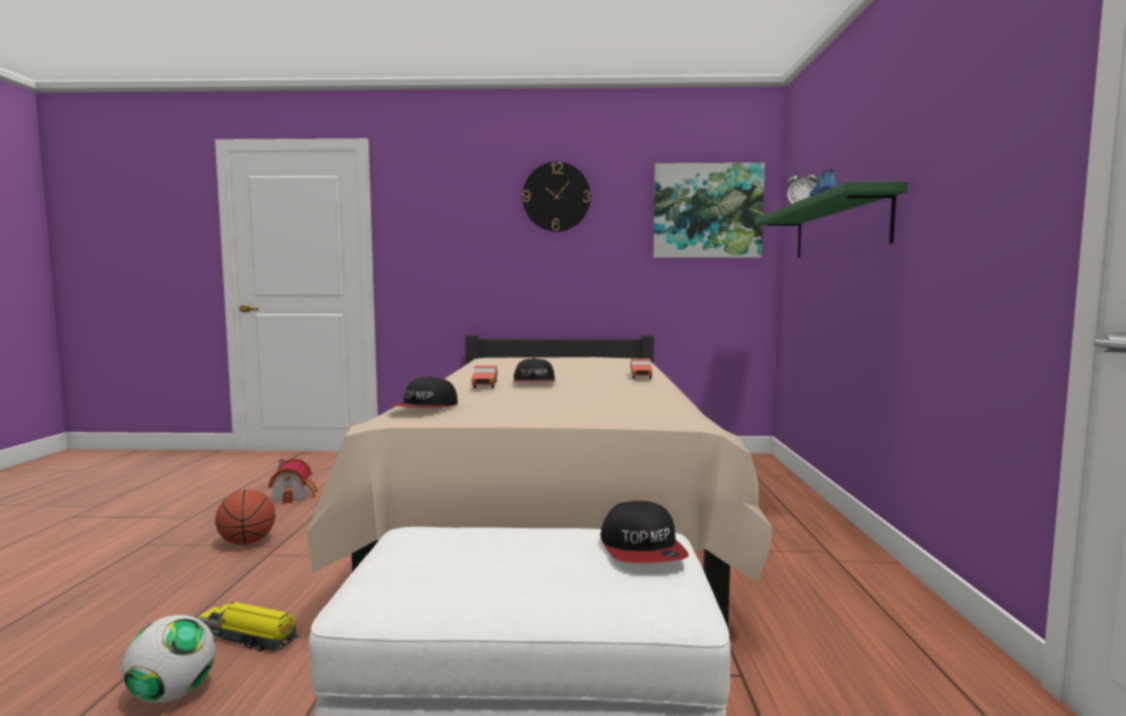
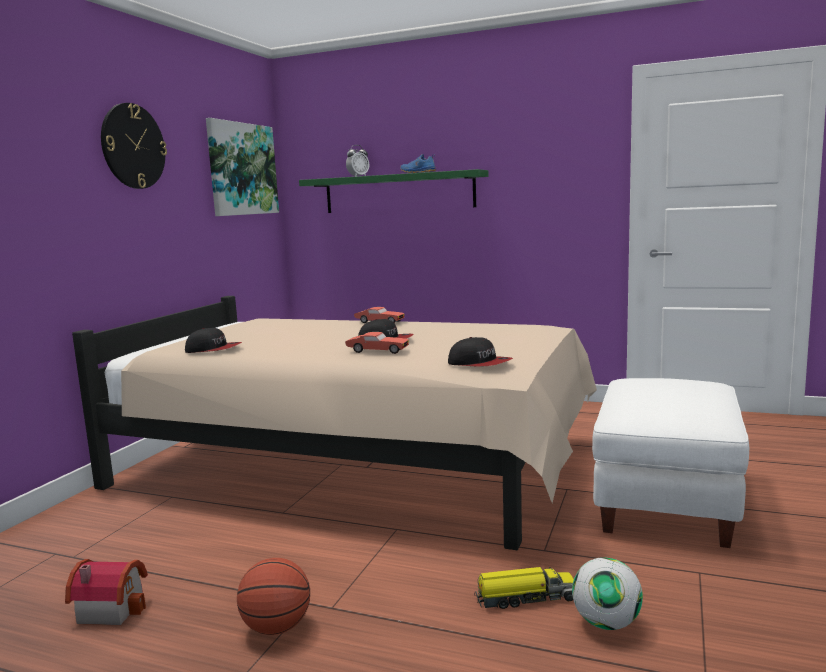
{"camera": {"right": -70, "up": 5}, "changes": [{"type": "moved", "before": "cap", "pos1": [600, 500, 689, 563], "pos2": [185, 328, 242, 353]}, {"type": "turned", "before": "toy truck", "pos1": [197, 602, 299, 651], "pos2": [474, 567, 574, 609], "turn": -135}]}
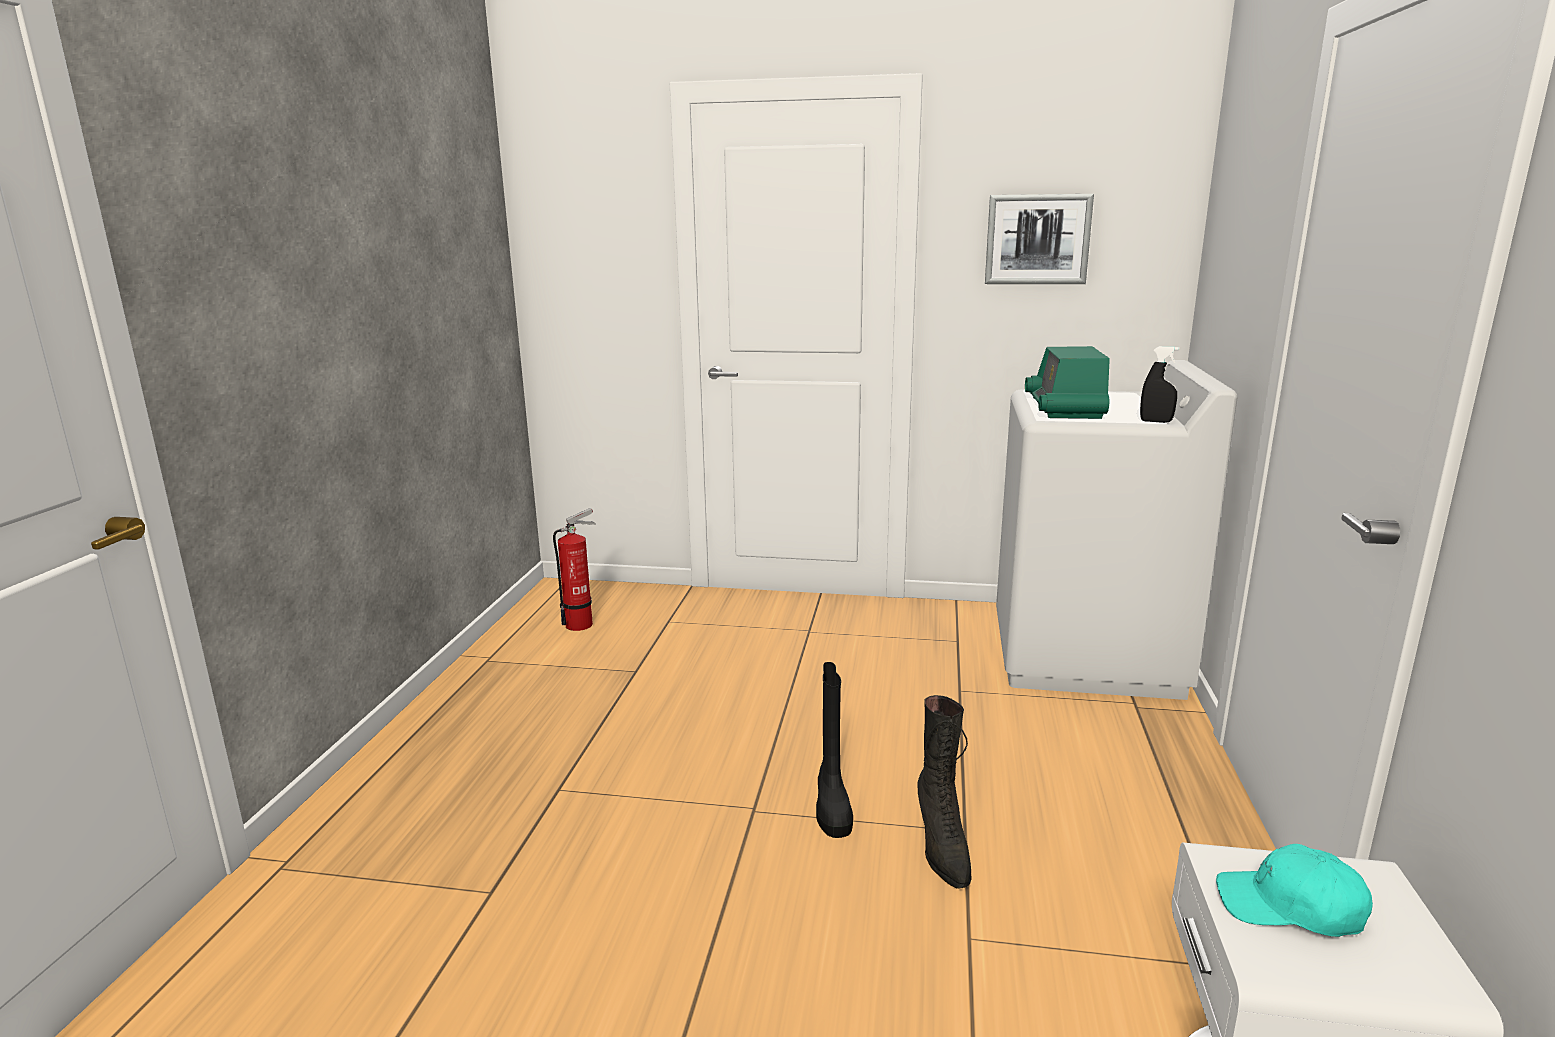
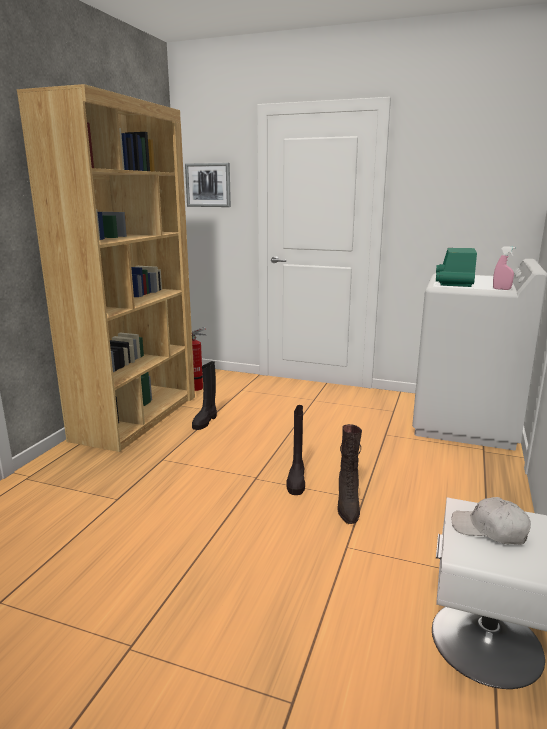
{"camera": {"right": 10, "up": 0}, "changes": [{"type": "moved", "before": "picture", "pos1": [985, 194, 1094, 284], "pos2": [185, 163, 231, 207]}, {"type": "recoloured", "before": "black spray bottle", "after": "pink spray bottle", "pos1": [1140, 346, 1179, 423], "pos2": [493, 246, 515, 290]}, {"type": "recoloured", "before": "turquoise cap", "after": "white cap", "pos1": [1216, 844, 1373, 937], "pos2": [451, 497, 531, 545]}, {"type": "added", "after": "brown bookcase", "pos2": [17, 84, 195, 452]}, {"type": "added", "after": "black boot", "pos2": [192, 361, 217, 430]}]}
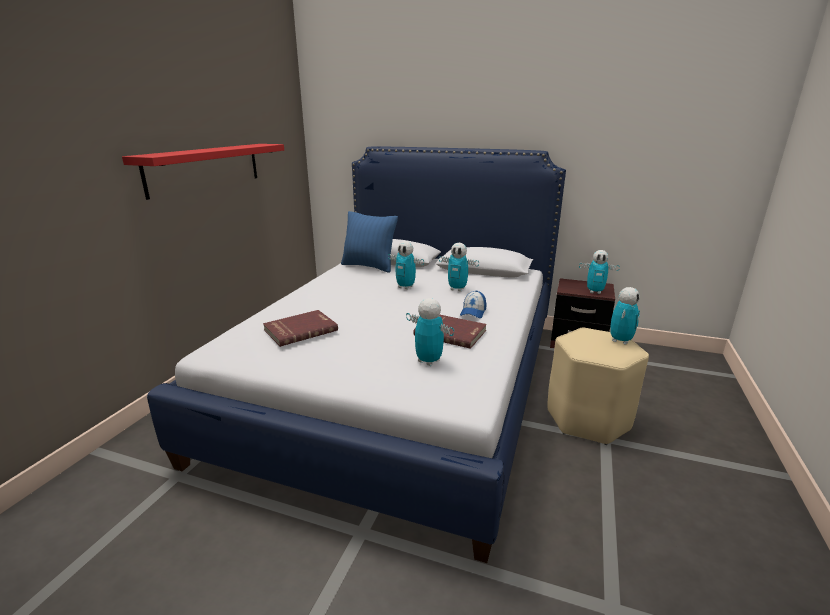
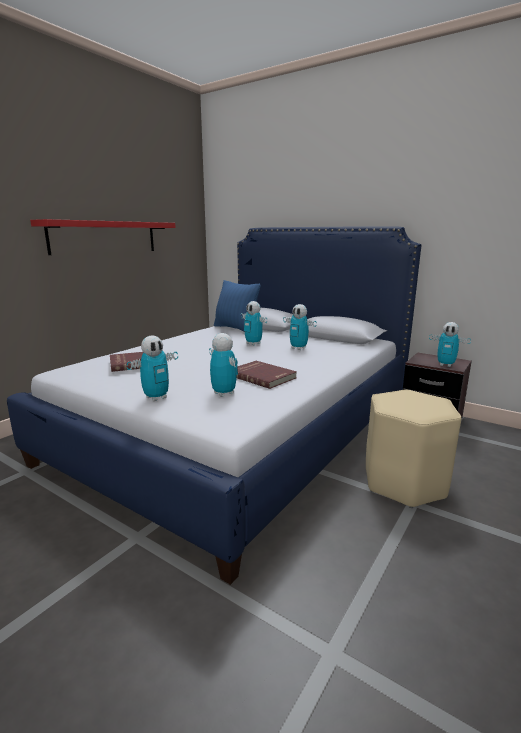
{"camera": {"right": 15, "up": -5}, "changes": [{"type": "moved", "before": "toy robot", "pos1": [610, 287, 640, 345], "pos2": [127, 336, 178, 401]}, {"type": "removed", "before": "cap", "pos1": [460, 290, 487, 318]}]}
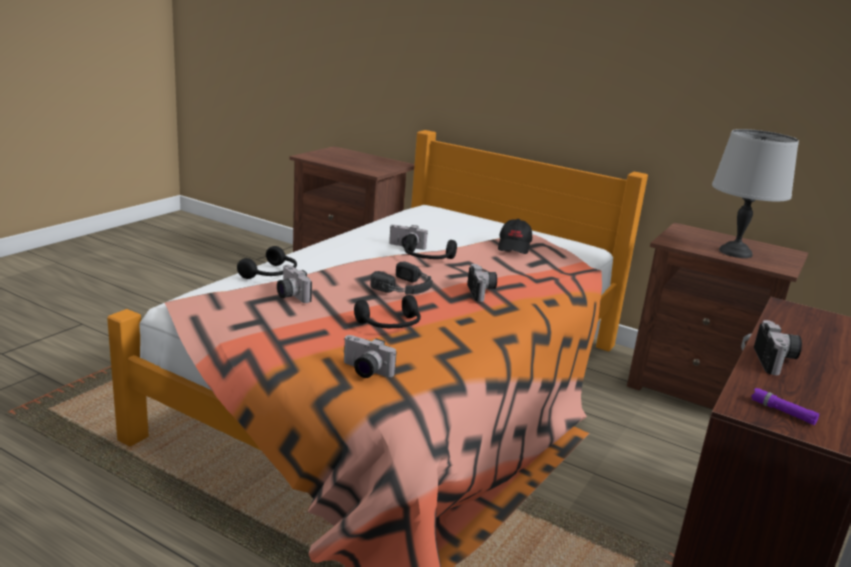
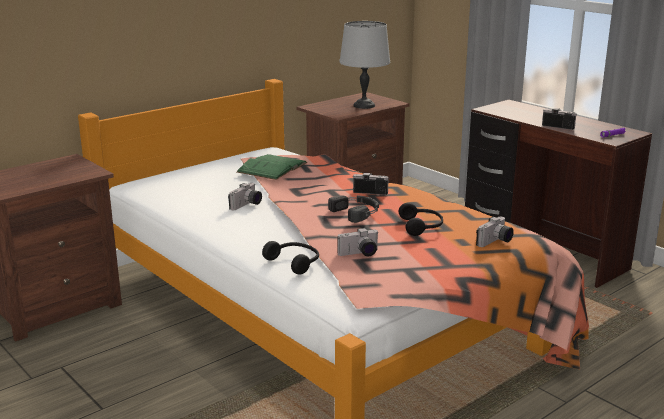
{"camera": {"right": -70, "up": 0}, "changes": [{"type": "replaced", "before": "black cap", "after": "green book", "pos1": [498, 219, 532, 254], "pos2": [237, 154, 307, 180]}, {"type": "removed", "before": "black headphones", "pos1": [404, 234, 457, 259]}]}
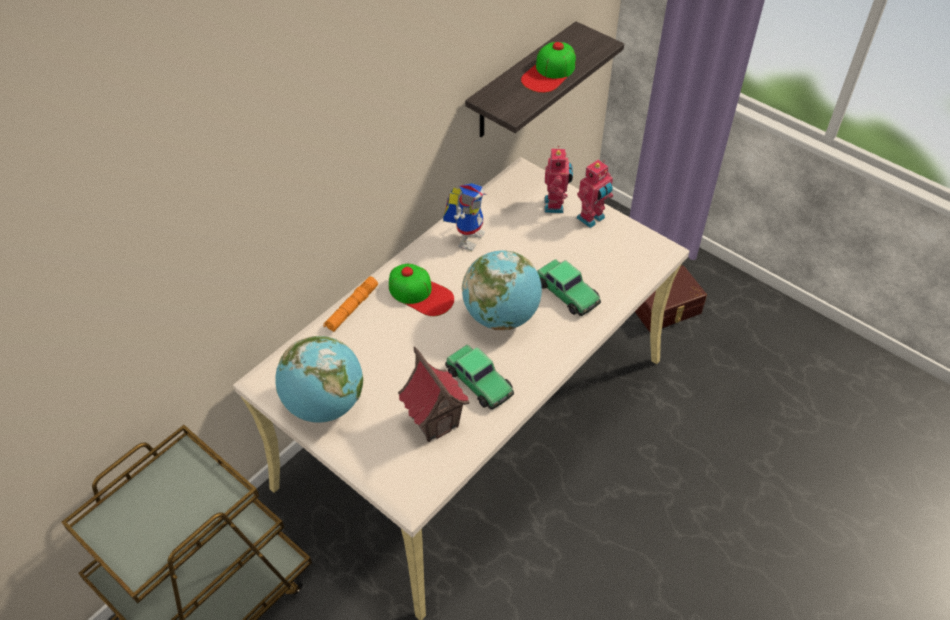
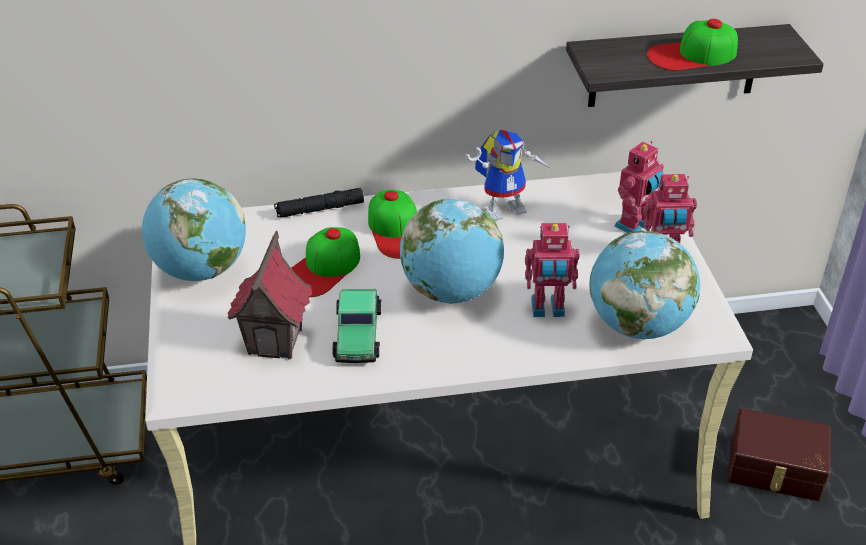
{"camera": {"right": 40, "up": -10}, "changes": [{"type": "replaced", "before": "toy car", "after": "toy robot", "pos1": [537, 259, 601, 316], "pos2": [525, 223, 580, 317]}, {"type": "recoloured", "before": "orange flashlight", "after": "black flashlight", "pos1": [323, 276, 378, 332], "pos2": [274, 188, 364, 217]}, {"type": "added", "after": "cap", "pos2": [291, 227, 360, 297]}, {"type": "added", "after": "globe", "pos2": [590, 231, 700, 339]}]}
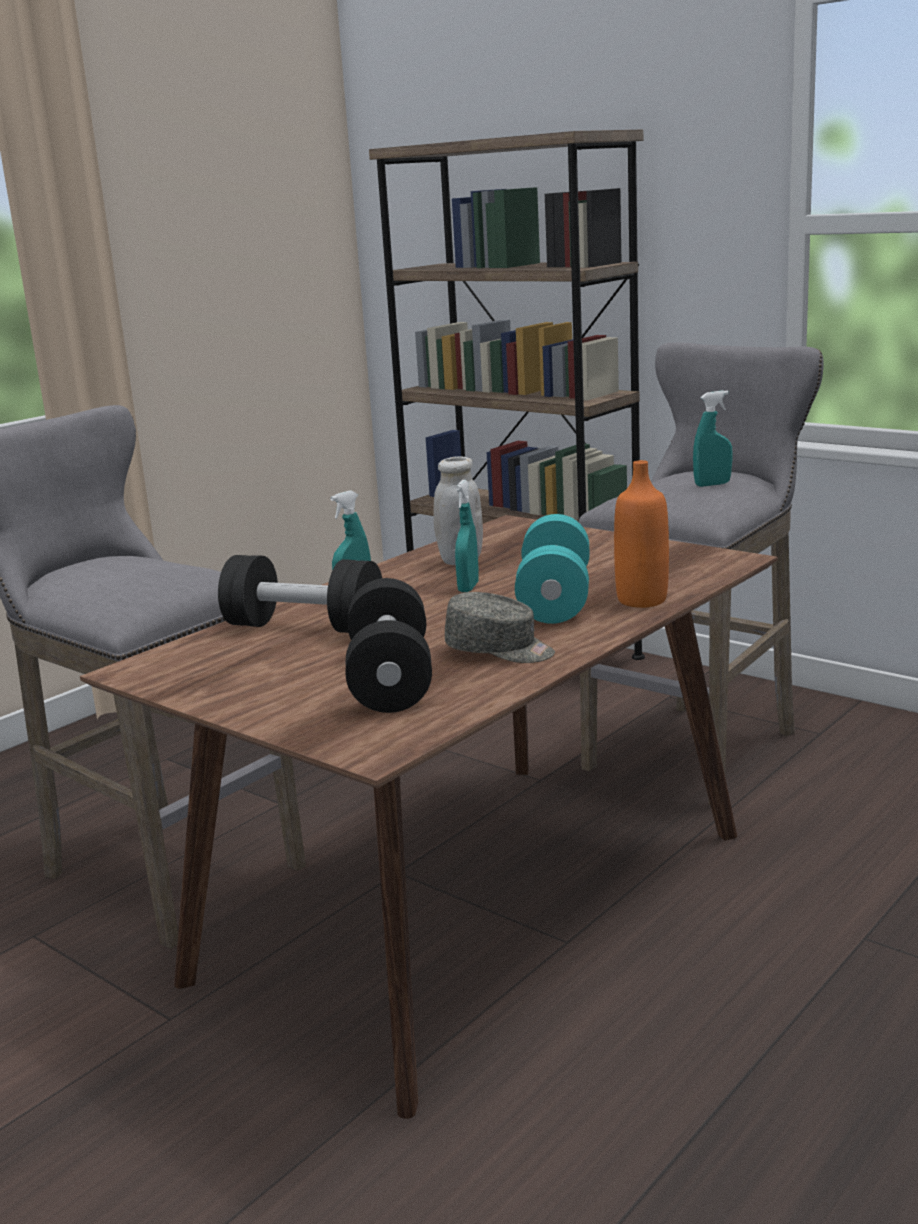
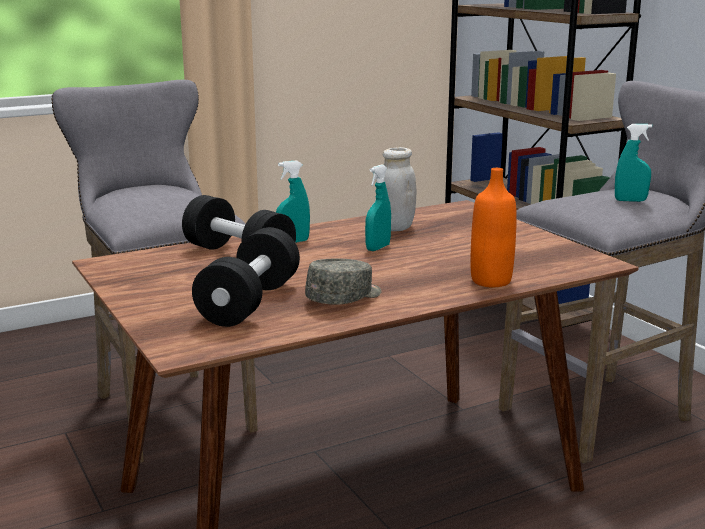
{"camera": {"right": 20, "up": 0}, "changes": [{"type": "removed", "before": "turquoise dumbbell", "pos1": [515, 514, 590, 624]}, {"type": "turned", "before": "grey cap", "pos1": [445, 592, 555, 663], "pos2": [305, 258, 381, 305], "turn": -90}]}
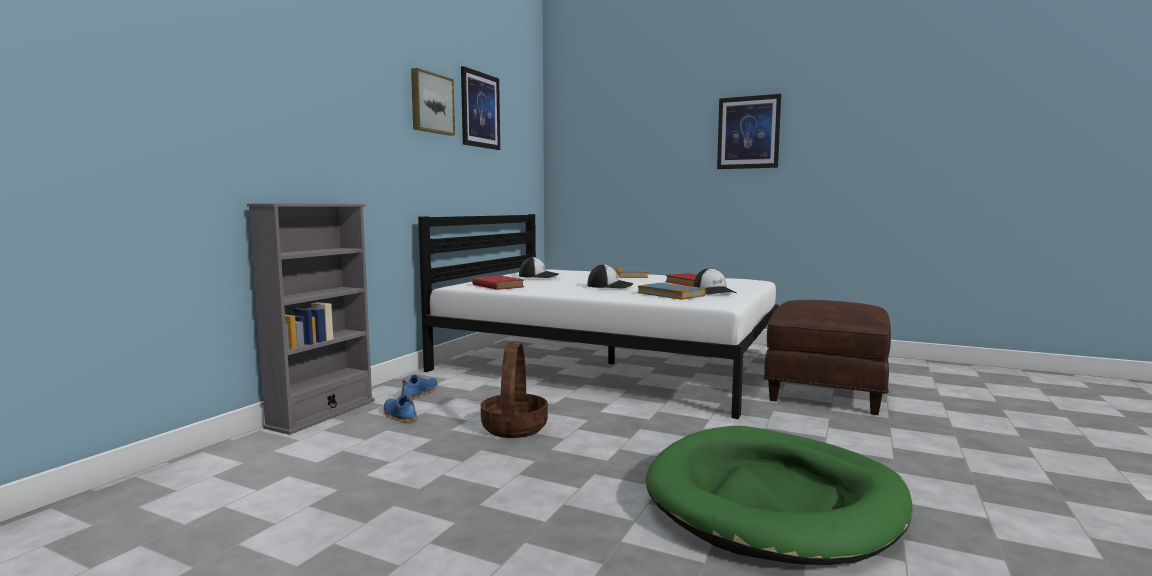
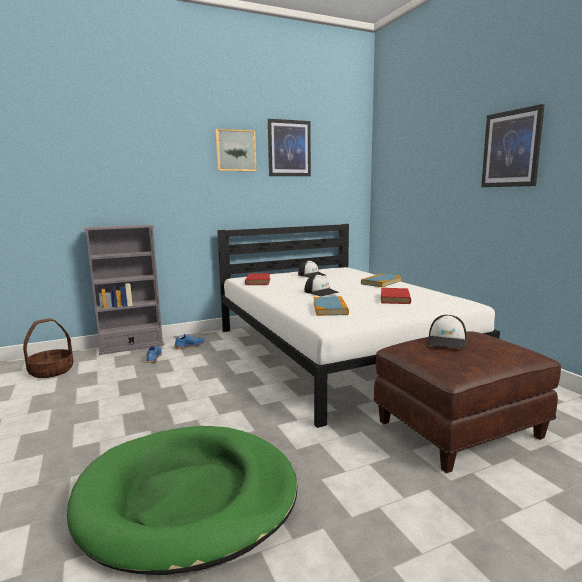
{"camera": {"right": 40, "up": 5}, "changes": [{"type": "moved", "before": "cap", "pos1": [693, 268, 737, 295], "pos2": [428, 315, 467, 349]}, {"type": "moved", "before": "basket", "pos1": [481, 342, 548, 438], "pos2": [23, 318, 73, 378]}]}
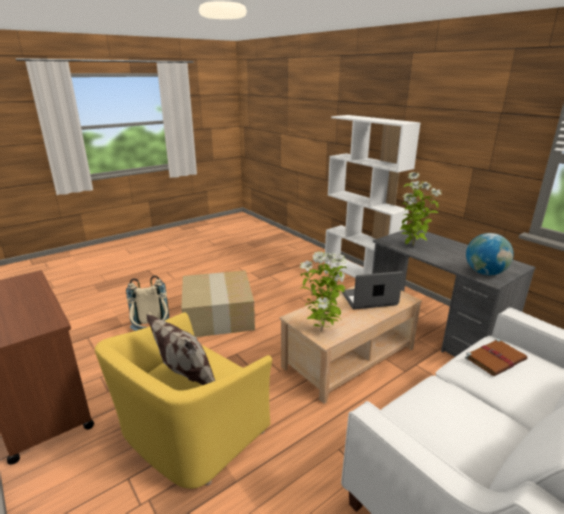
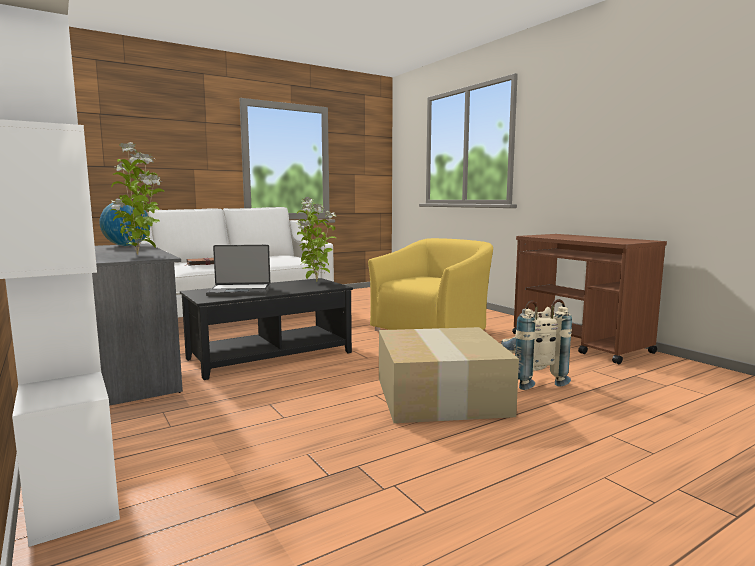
{"camera": {"right": -175, "up": -15}, "changes": [{"type": "recoloured", "before": "beige coffee table", "after": "black coffee table", "pos1": [280, 286, 422, 404], "pos2": [180, 278, 353, 380]}, {"type": "removed", "before": "pillow", "pos1": [147, 314, 215, 385]}]}
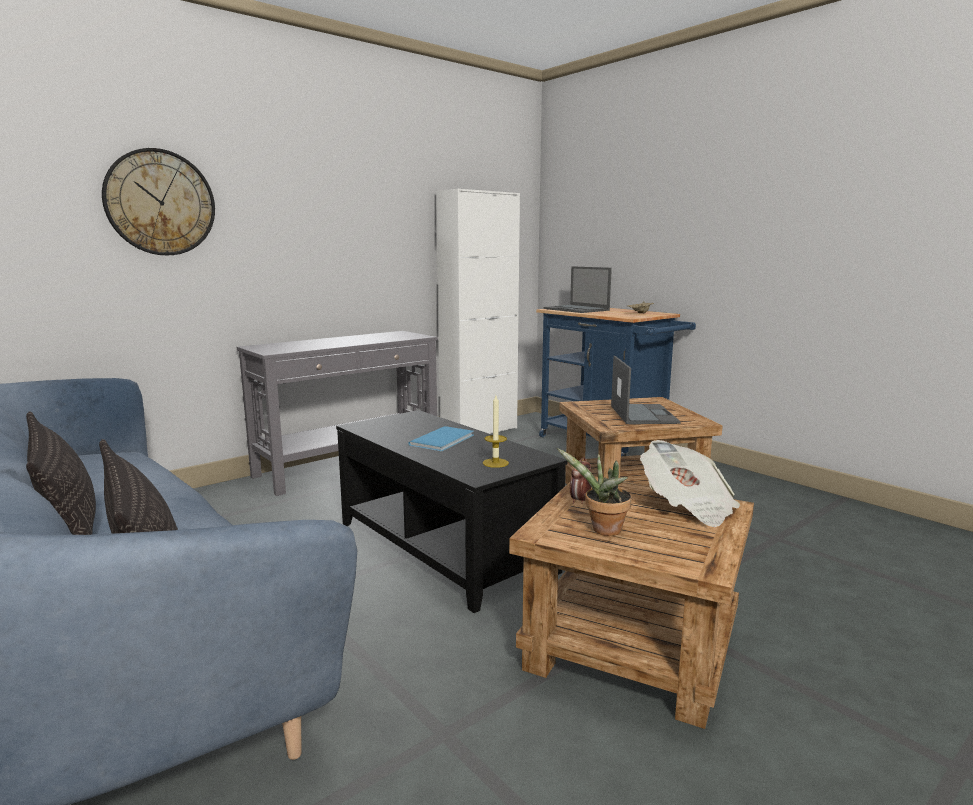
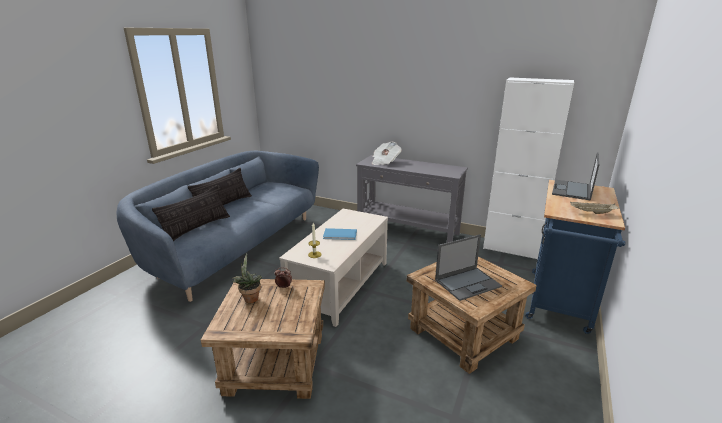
{"camera": {"right": 65, "up": 10}, "changes": [{"type": "removed", "before": "wall clock", "pos1": [102, 148, 215, 255]}, {"type": "recoloured", "before": "black coffee table", "after": "beige coffee table", "pos1": [336, 410, 567, 613], "pos2": [279, 209, 388, 327]}, {"type": "moved", "before": "newspaper", "pos1": [640, 440, 740, 527], "pos2": [372, 142, 401, 165]}]}
